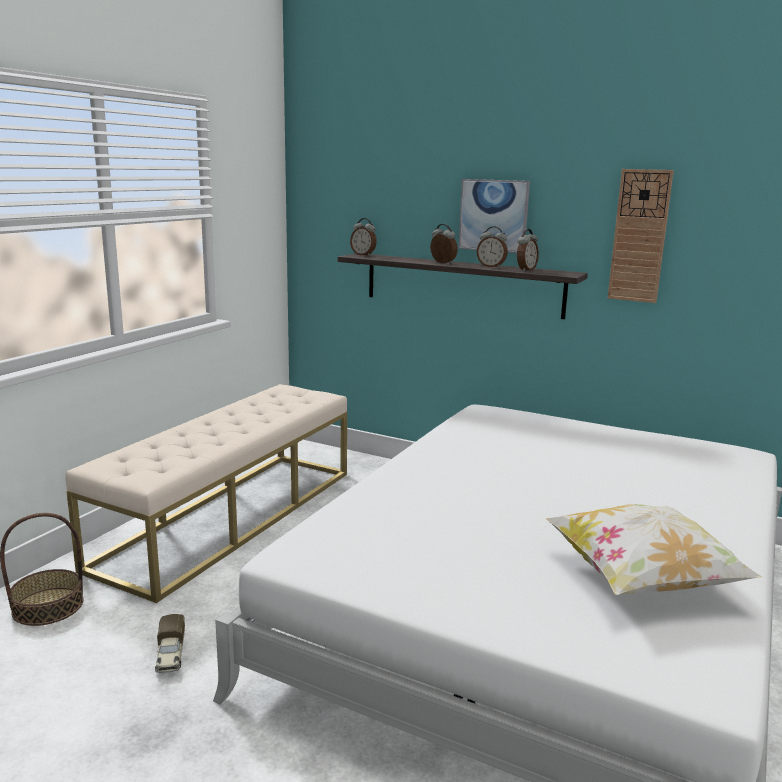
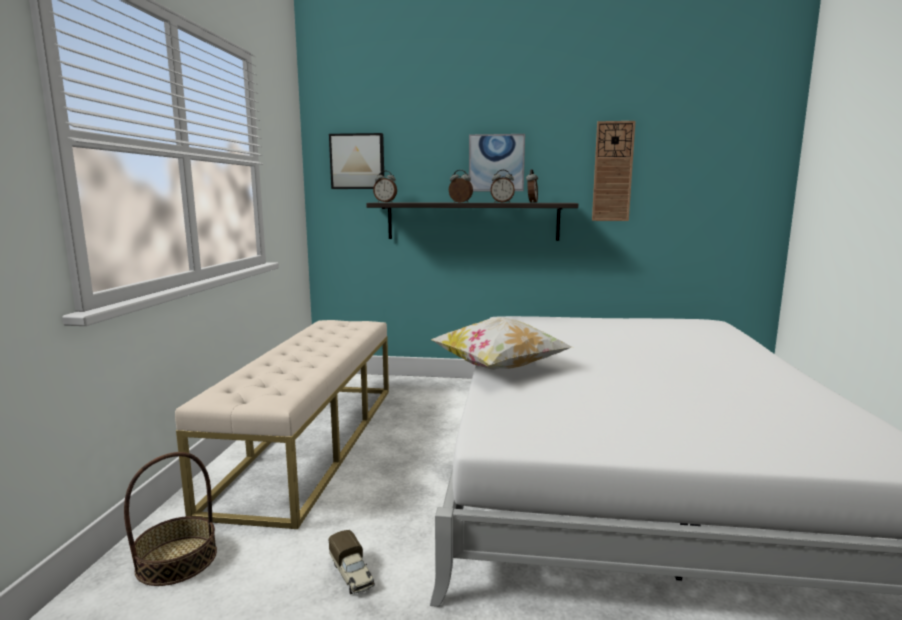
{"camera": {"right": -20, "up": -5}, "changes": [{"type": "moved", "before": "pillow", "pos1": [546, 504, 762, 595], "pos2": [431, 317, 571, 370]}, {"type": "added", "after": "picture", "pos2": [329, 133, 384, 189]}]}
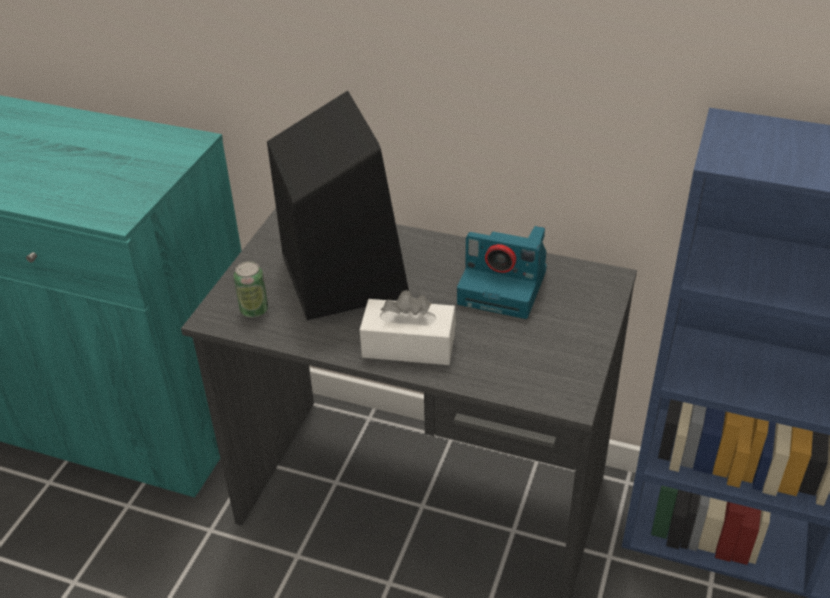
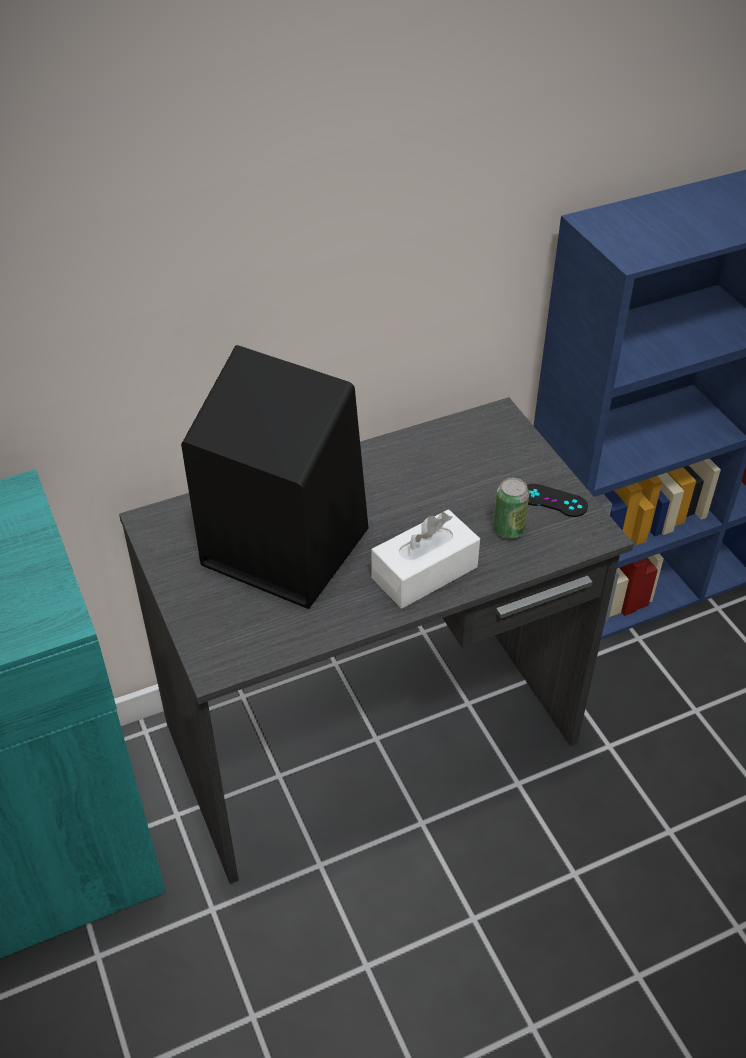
{"camera": {"right": -45, "up": 5}, "changes": [{"type": "removed", "before": "photo camera", "pos1": [457, 226, 547, 319]}, {"type": "moved", "before": "can", "pos1": [234, 261, 268, 318], "pos2": [493, 478, 529, 539]}, {"type": "added", "after": "black game controller", "pos2": [527, 484, 588, 517]}]}
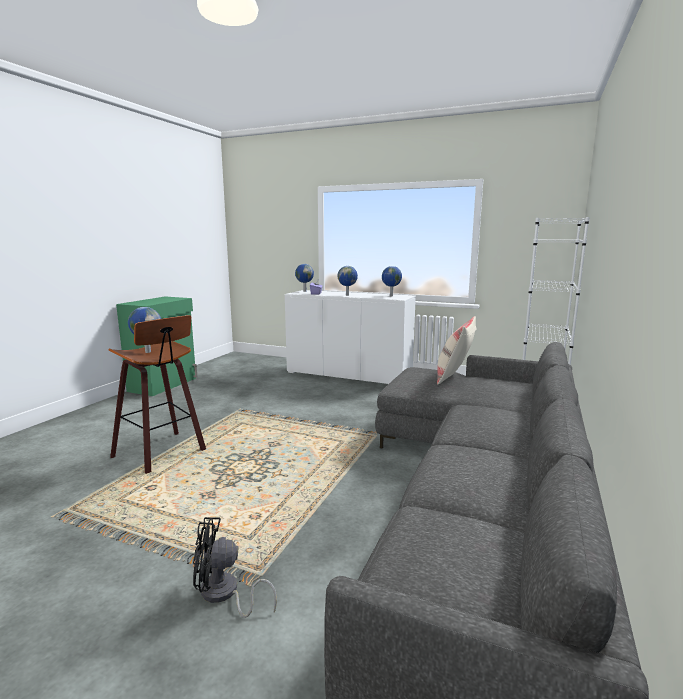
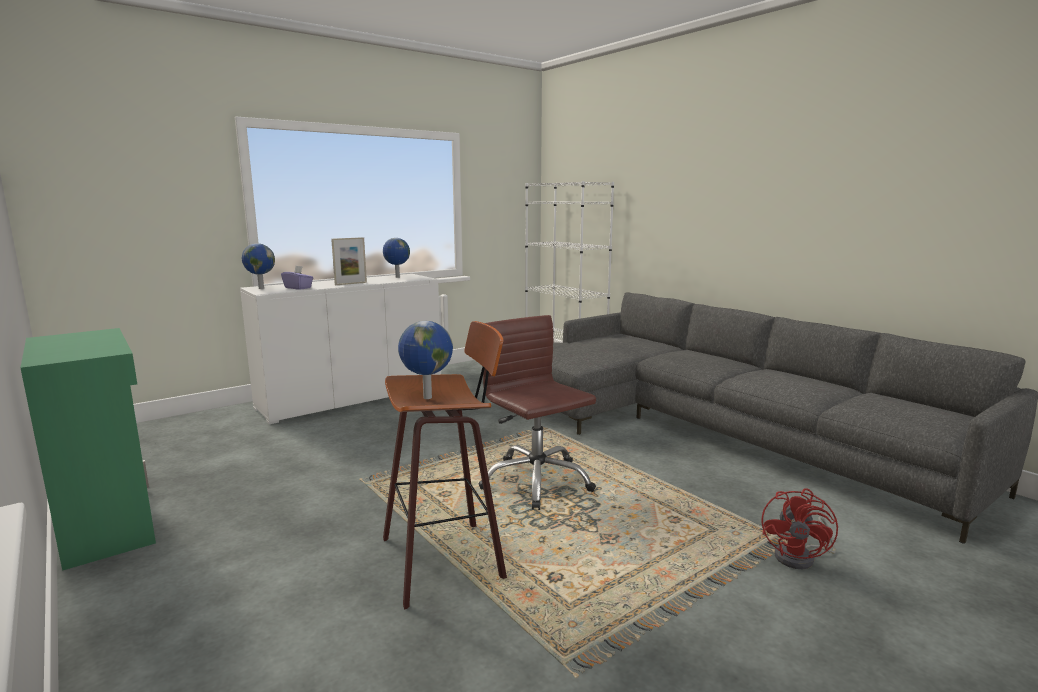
{"camera": {"right": -60, "up": 0}, "changes": [{"type": "replaced", "before": "globe", "after": "picture frame", "pos1": [338, 266, 358, 296], "pos2": [331, 237, 367, 285]}, {"type": "removed", "before": "beige pillow", "pos1": [437, 316, 477, 385]}, {"type": "recoloured", "before": "black fan", "after": "red fan", "pos1": [193, 517, 277, 618], "pos2": [762, 488, 838, 569]}, {"type": "added", "after": "brown office chair", "pos2": [478, 315, 596, 510]}]}
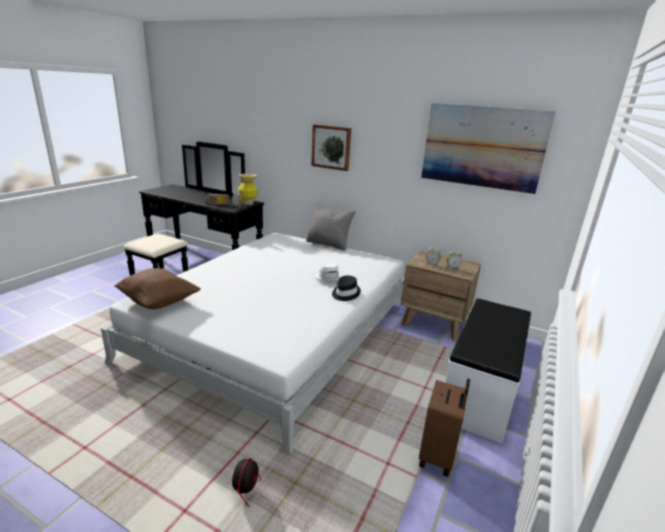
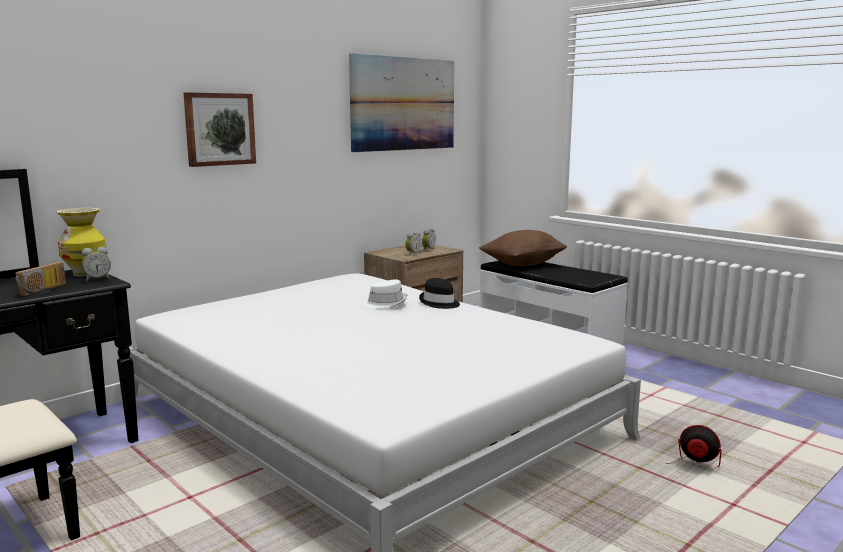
{"camera": {"right": -70, "up": -10}, "changes": [{"type": "removed", "before": "grey pillow", "pos1": [306, 204, 355, 251]}, {"type": "moved", "before": "brown pillow", "pos1": [114, 268, 201, 309], "pos2": [479, 230, 567, 266]}, {"type": "removed", "before": "brown suitcase", "pos1": [419, 379, 470, 477]}]}
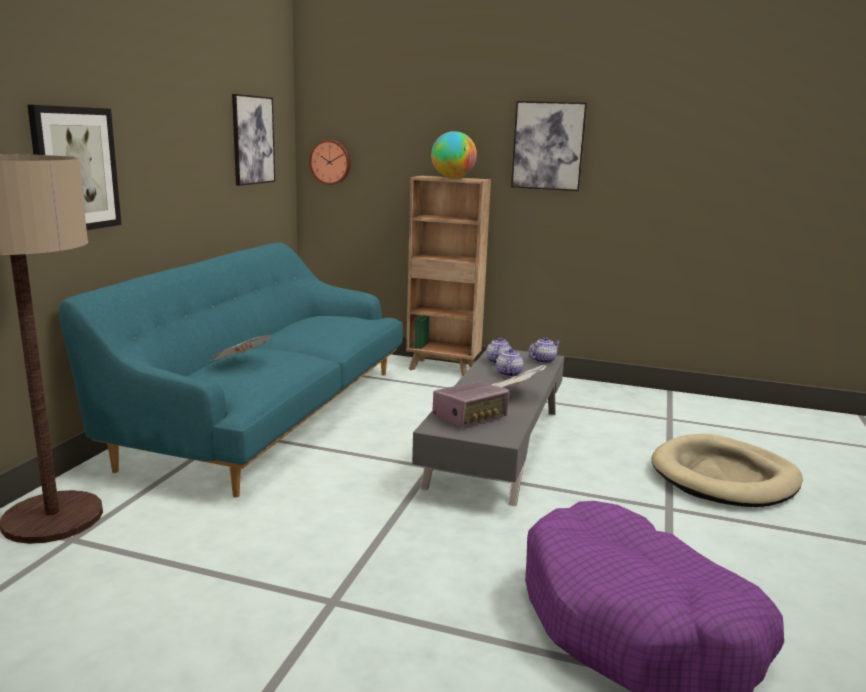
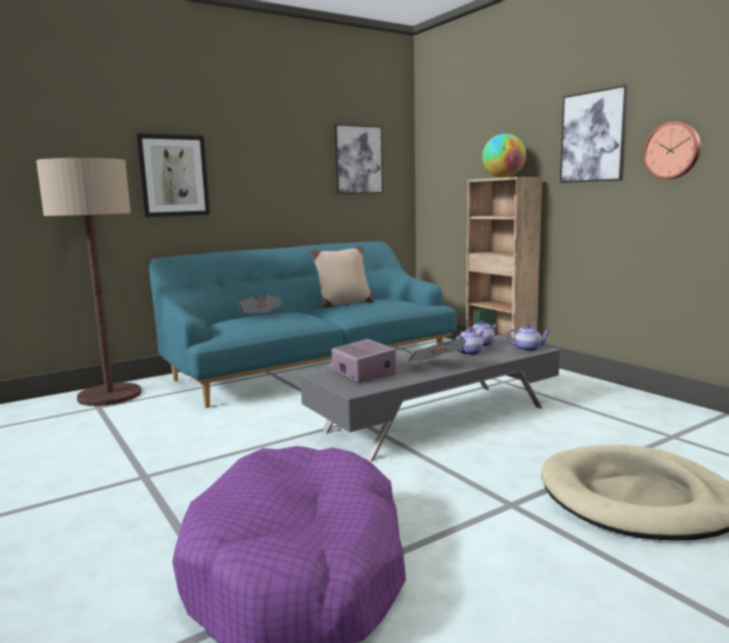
{"camera": {"right": 40, "up": -5}, "changes": [{"type": "moved", "before": "wall clock", "pos1": [309, 140, 351, 185], "pos2": [643, 121, 701, 179]}, {"type": "turned", "before": "radio", "pos1": [432, 381, 509, 428], "pos2": [331, 339, 396, 382], "turn": -120}, {"type": "added", "after": "beige pillow", "pos2": [310, 246, 374, 308]}]}
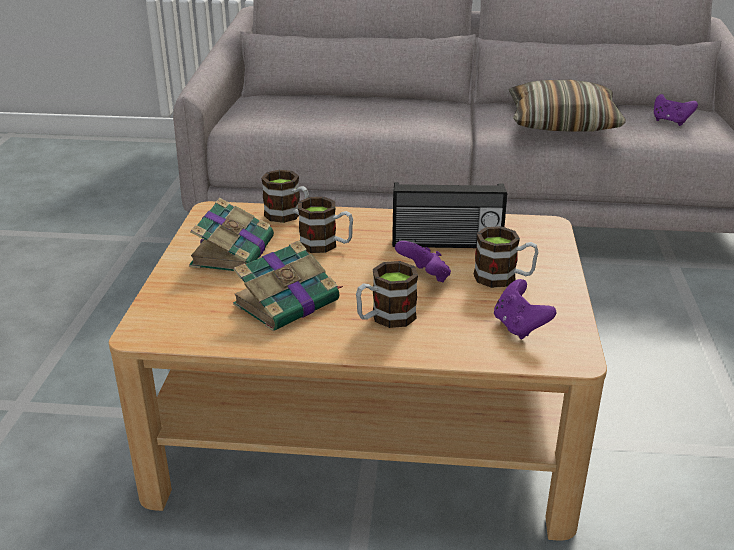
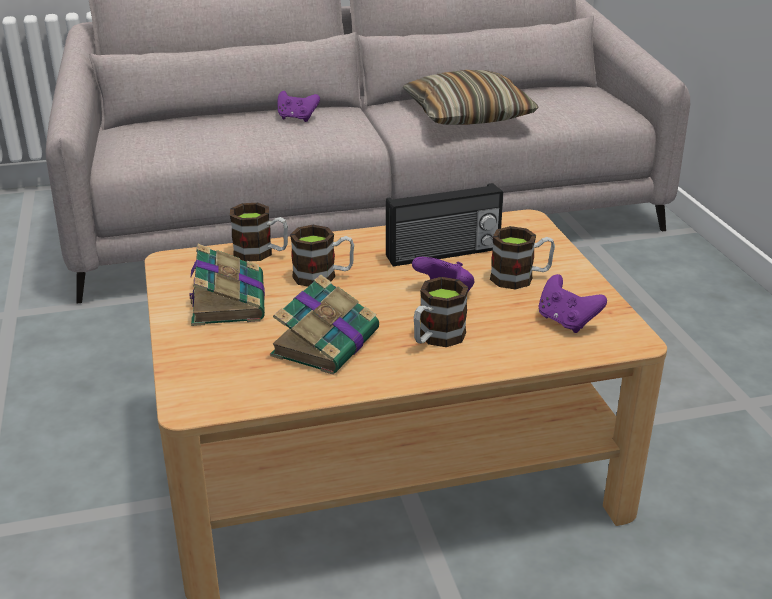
{"camera": {"right": -20, "up": 0}, "changes": [{"type": "moved", "before": "purple game controller", "pos1": [654, 94, 698, 126], "pos2": [277, 91, 320, 122]}]}
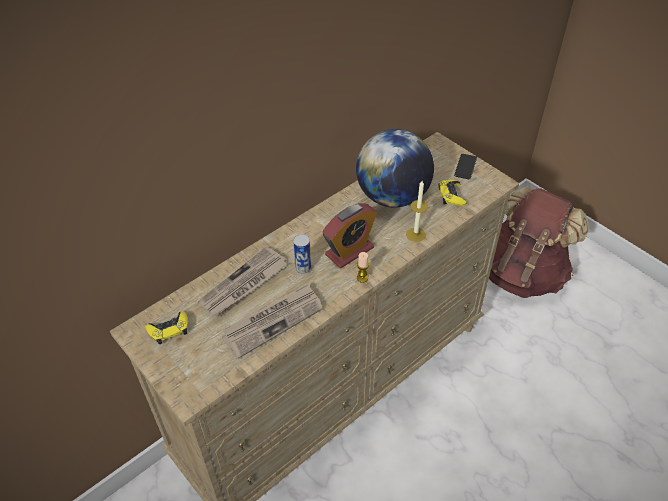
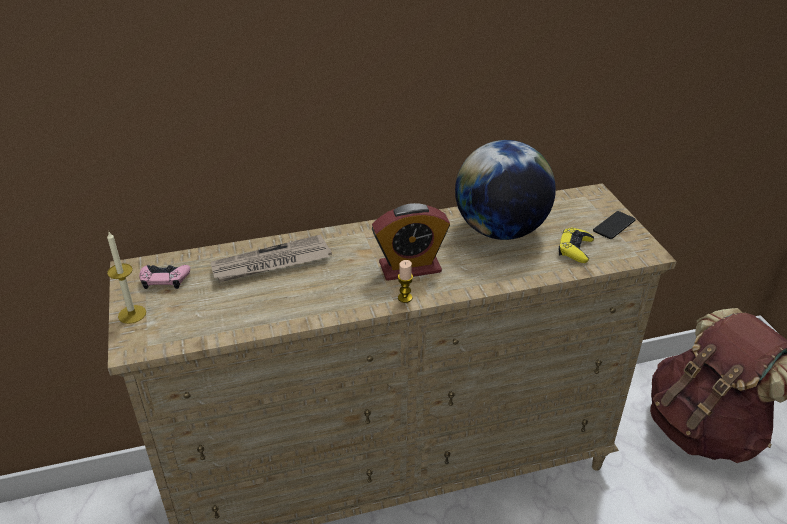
{"camera": {"right": 25, "up": -10}, "changes": [{"type": "moved", "before": "candle", "pos1": [406, 181, 428, 242], "pos2": [107, 232, 146, 324]}, {"type": "removed", "before": "can", "pos1": [293, 234, 311, 274]}, {"type": "removed", "before": "newspaper", "pos1": [222, 283, 323, 359]}, {"type": "recoloured", "before": "yellow game controller", "after": "pink game controller", "pos1": [146, 311, 188, 344], "pos2": [139, 265, 190, 289]}]}
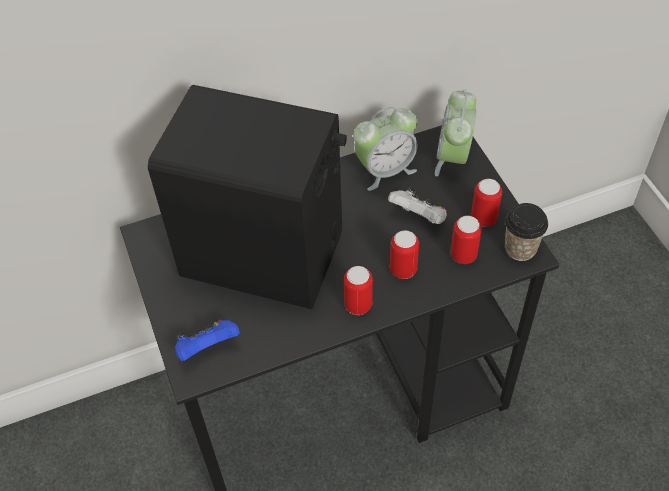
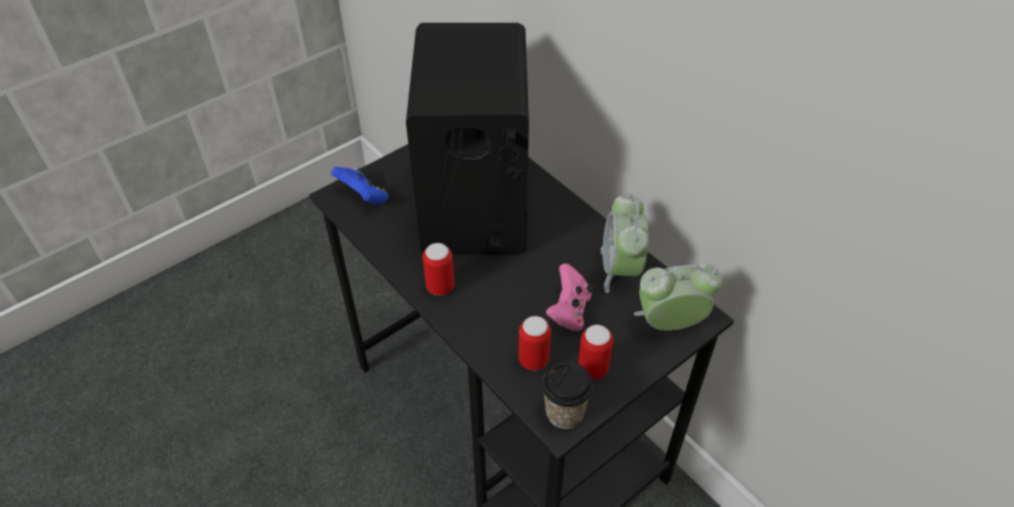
{"camera": {"right": 70, "up": -5}, "changes": [{"type": "turned", "before": "alarm clock", "pos1": [353, 107, 418, 191], "pos2": [601, 194, 649, 293], "turn": 45}, {"type": "recoloured", "before": "white game controller", "after": "pink game controller", "pos1": [388, 188, 447, 224], "pos2": [546, 264, 593, 331]}, {"type": "removed", "before": "can", "pos1": [390, 230, 419, 279]}]}
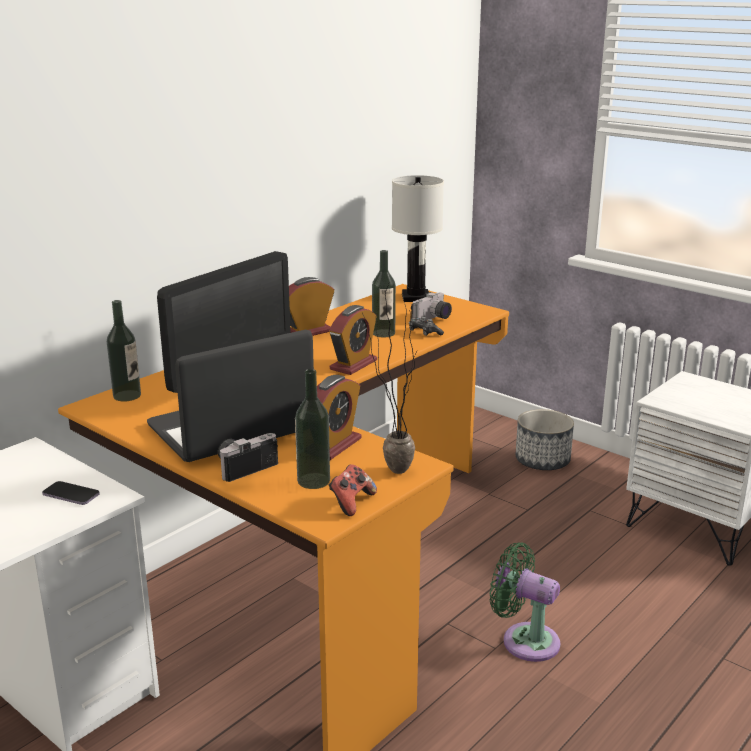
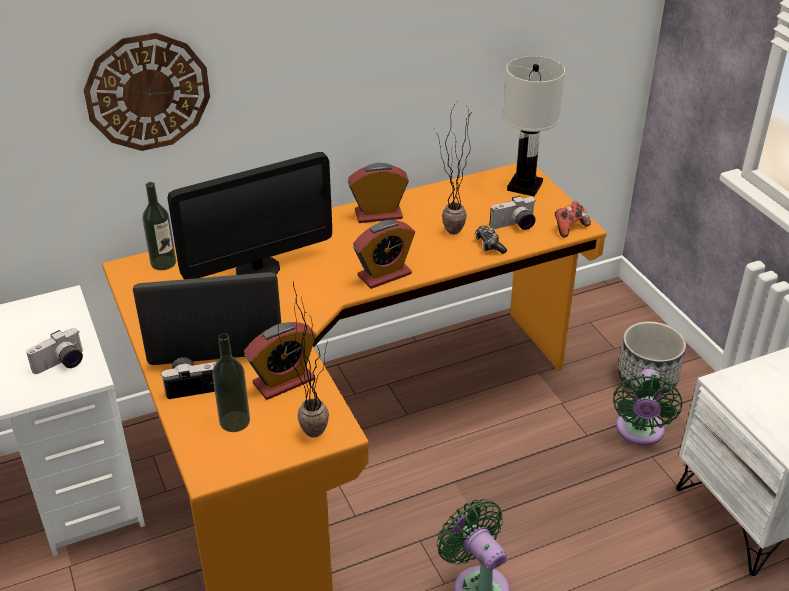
{"camera": {"right": 25, "up": 15}, "changes": [{"type": "replaced", "before": "bottle", "after": "potted plant", "pos1": [372, 250, 396, 337], "pos2": [437, 102, 470, 235]}, {"type": "moved", "before": "game controller", "pos1": [329, 464, 377, 516], "pos2": [555, 201, 591, 238]}, {"type": "replaced", "before": "phone", "after": "photo camera", "pos1": [42, 481, 100, 505], "pos2": [26, 328, 83, 374]}, {"type": "added", "after": "wall clock", "pos2": [84, 33, 210, 151]}, {"type": "added", "after": "green fan", "pos2": [613, 369, 682, 445]}]}
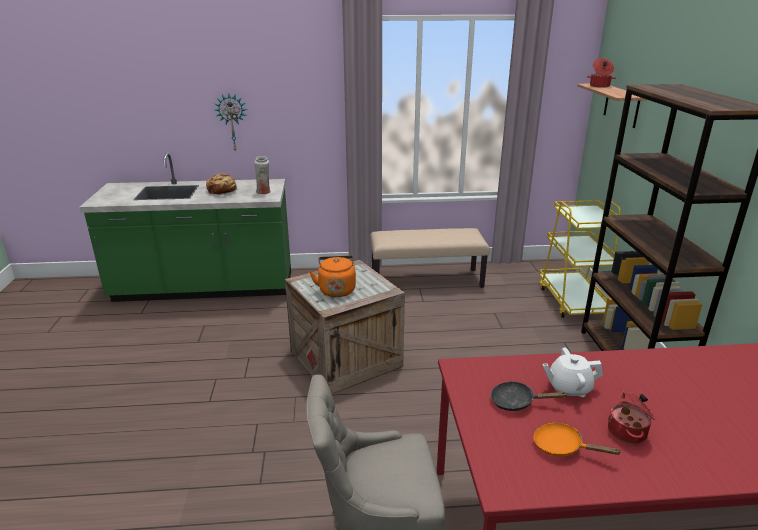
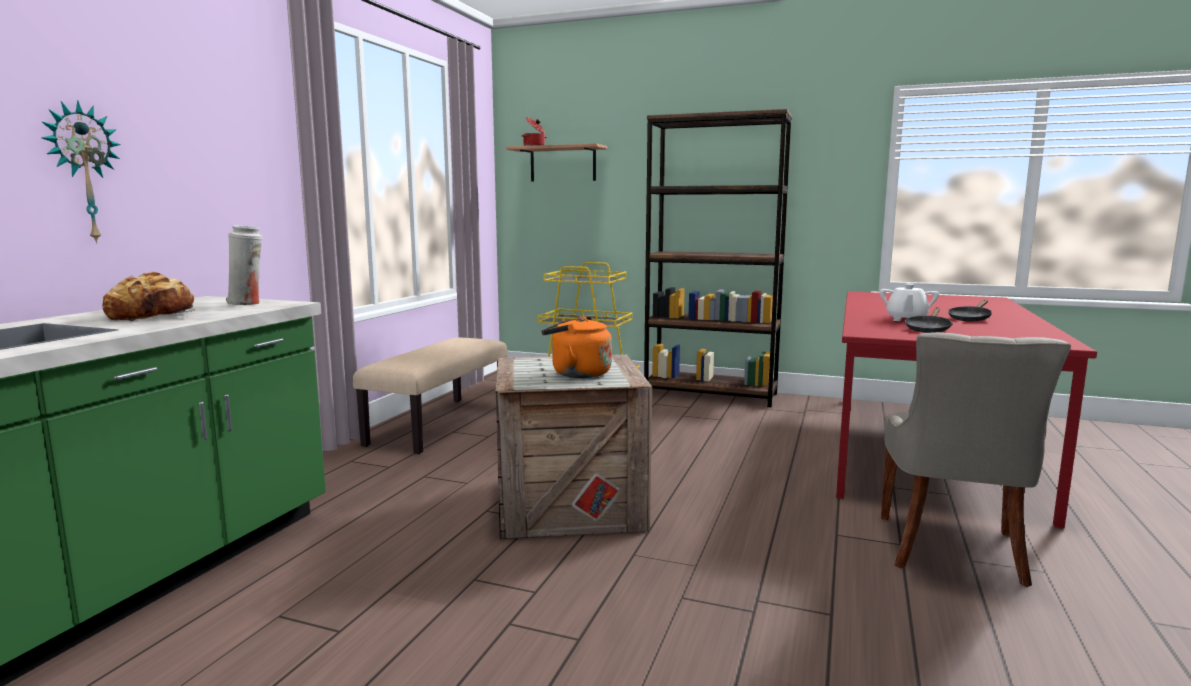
{"camera": {"right": -65, "up": -15}, "changes": [{"type": "replaced", "before": "cooking pot", "after": "black frying pan", "pos1": [608, 388, 655, 444], "pos2": [948, 300, 992, 321]}, {"type": "removed", "before": "orange frying pan", "pos1": [533, 423, 622, 457]}]}
